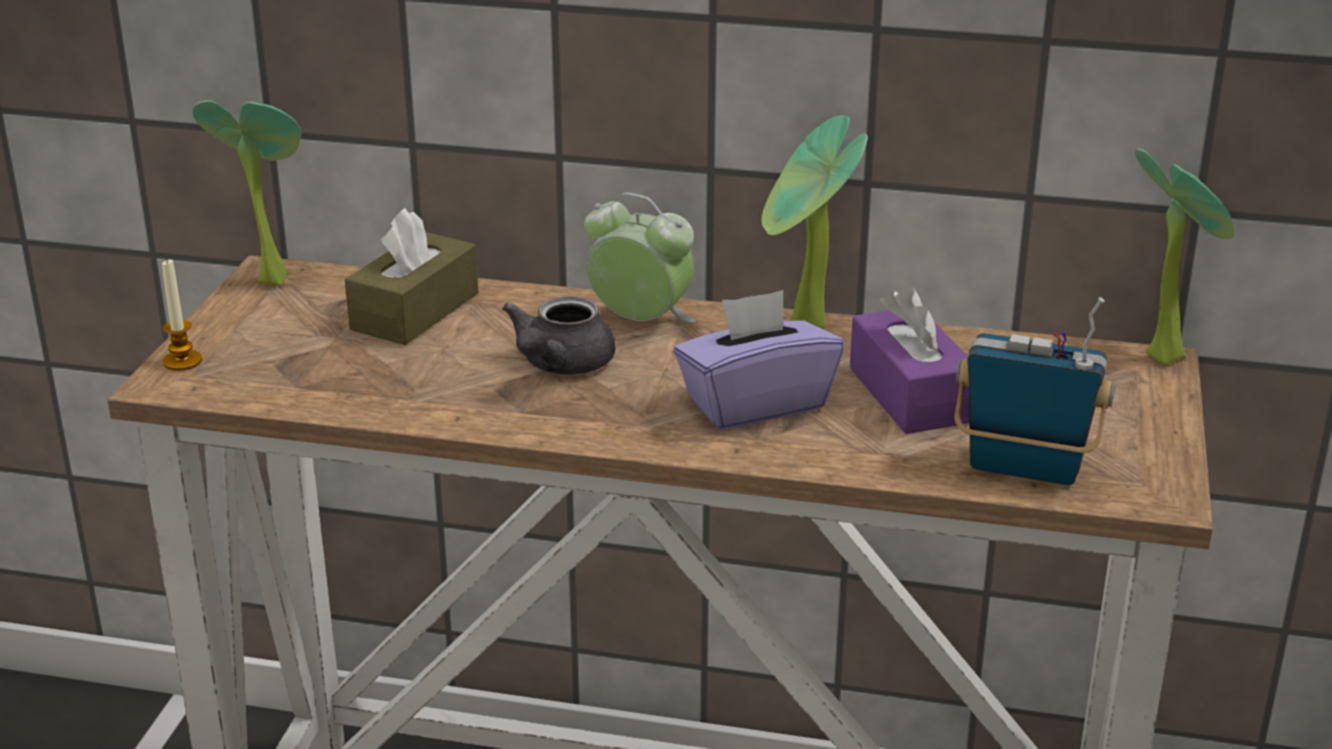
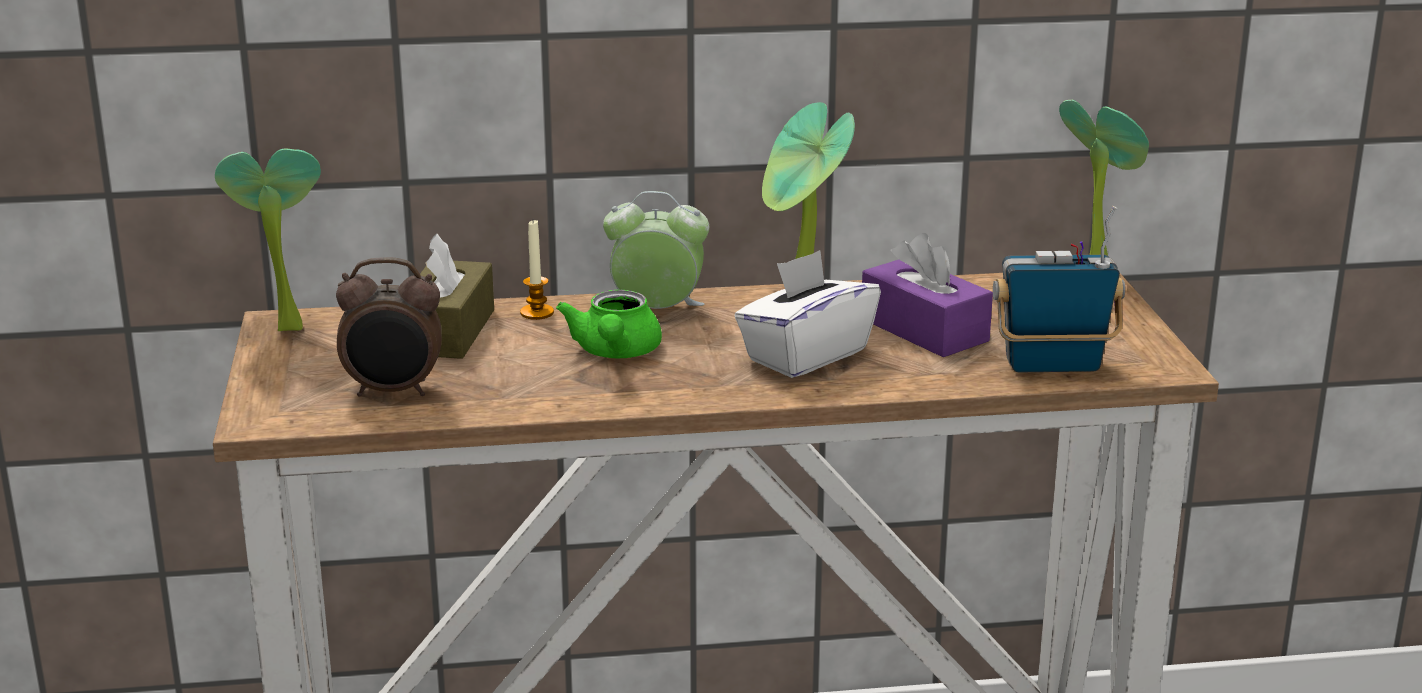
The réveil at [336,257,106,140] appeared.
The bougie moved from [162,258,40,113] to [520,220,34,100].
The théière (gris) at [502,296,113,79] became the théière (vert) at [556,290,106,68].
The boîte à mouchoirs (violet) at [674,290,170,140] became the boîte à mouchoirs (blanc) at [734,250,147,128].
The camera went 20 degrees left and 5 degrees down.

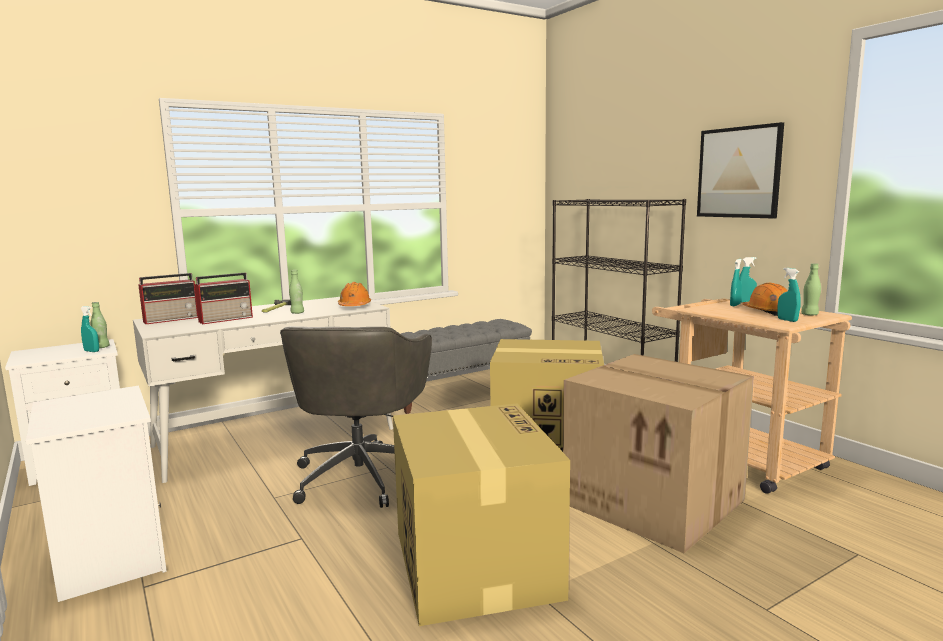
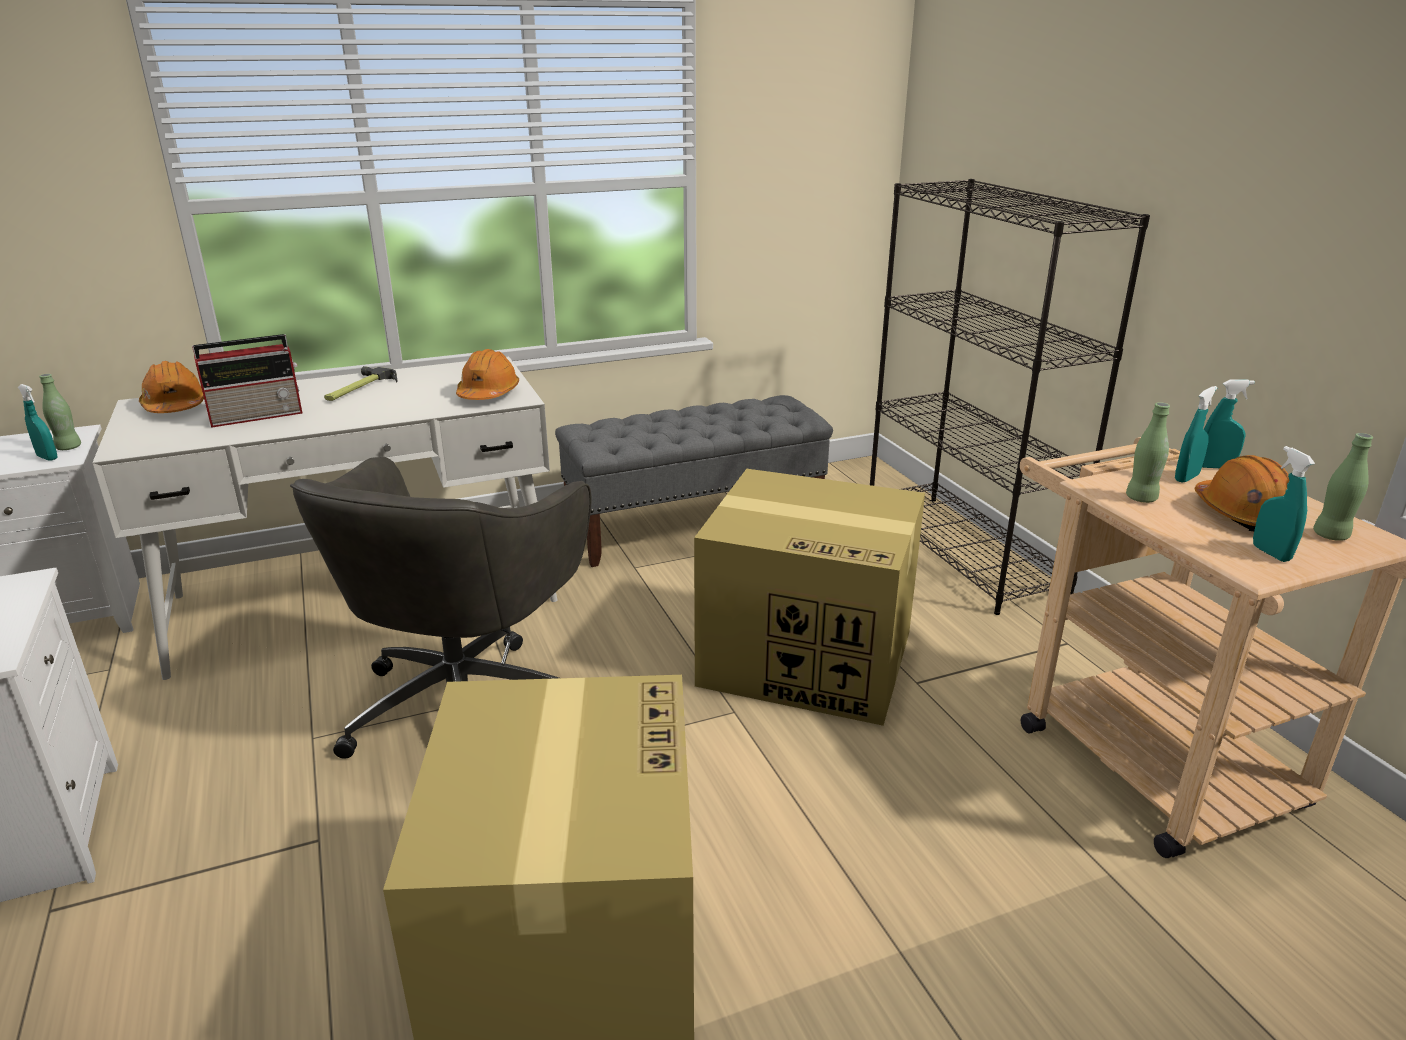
The carton at [563,354,191,199] disappeared.
The tableau at [697,122,87,97] disappeared.
The bouteille (vert) moved from [289,270,15,44] to [1126,402,44,101].
The radio at [138,273,60,51] was replaced by the casque de chantier (orange) at [139,361,65,52].
The camera went 10 degrees right and 15 degrees up.

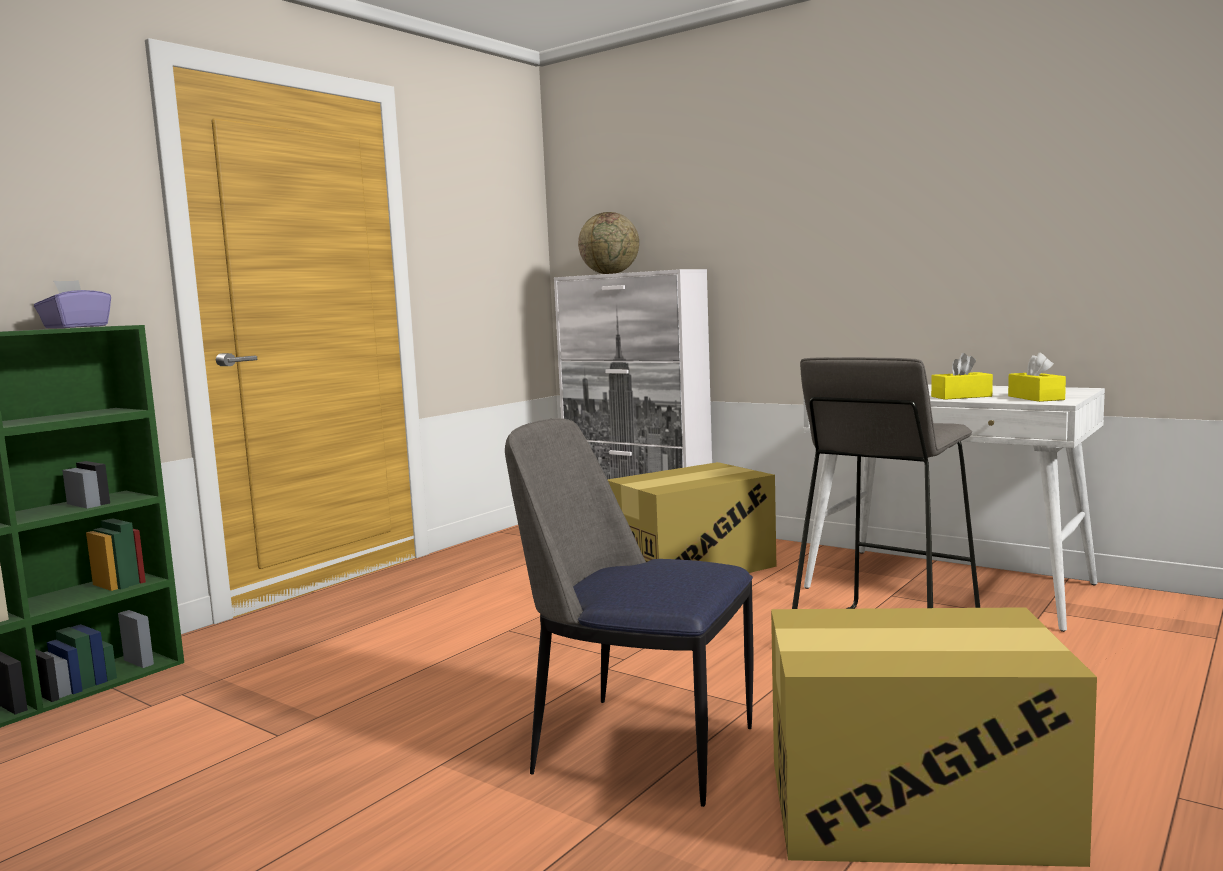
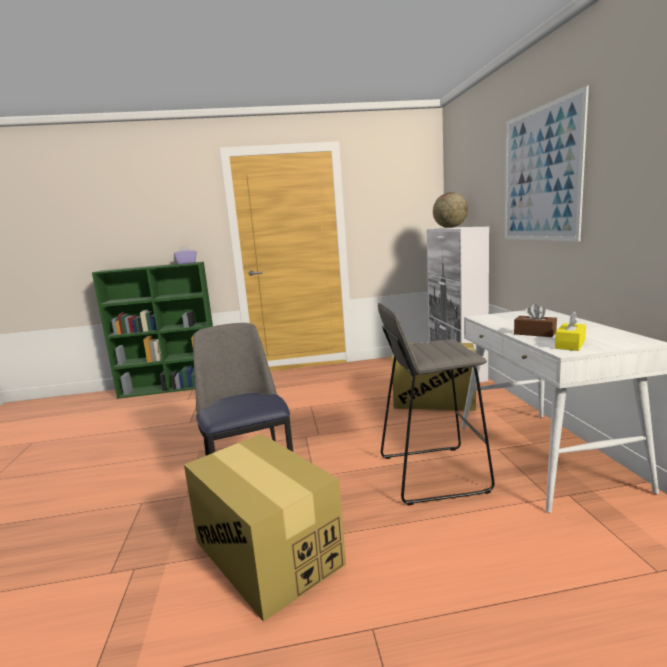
The tableau at [504,86,85,156] appeared.
The boîte à mouchoirs (jaune) at [931,353,62,47] became the boîte à mouchoirs (marron) at [514,304,43,33].
The camera went 45 degrees right and 5 degrees up.

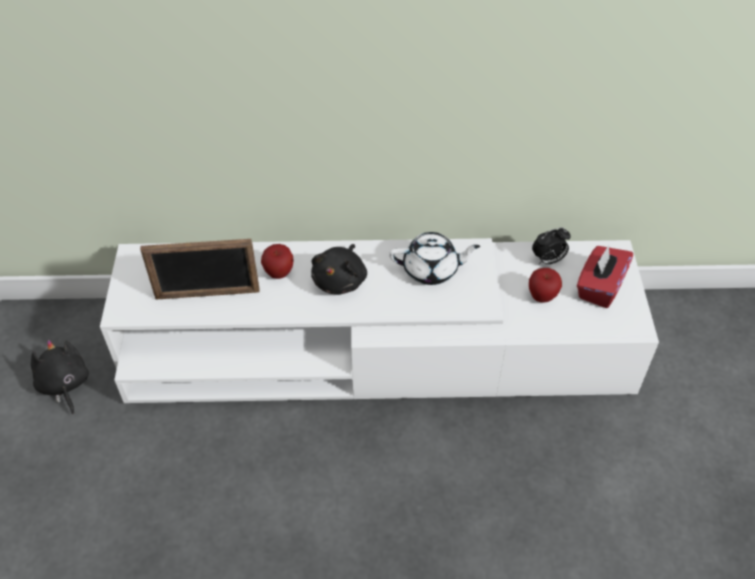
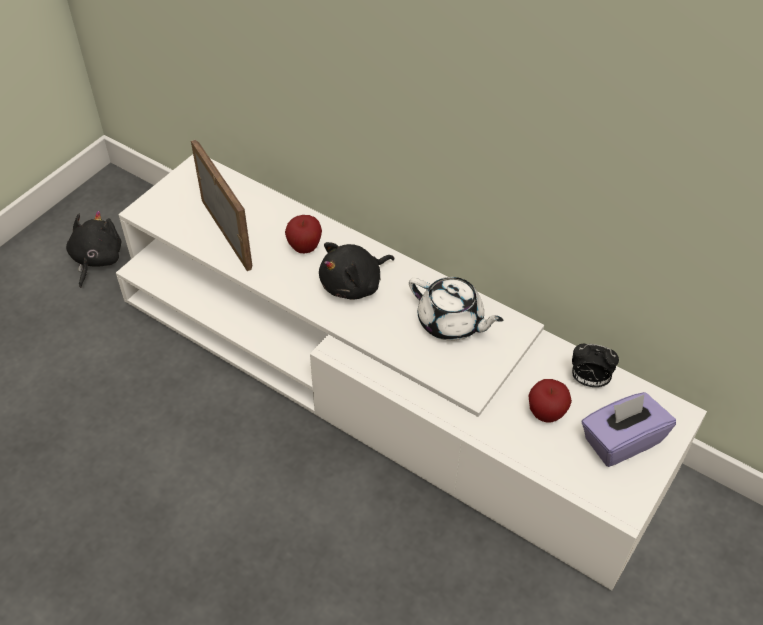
The boîte à mouchoirs (rouge) at [577,245,56,63] became the boîte à mouchoirs (violet) at [582,392,94,75].
The cadre photo at [140,239,120,60] turned 150 degrees counterclockwise.
The camera went 35 degrees right and 0 degrees up.

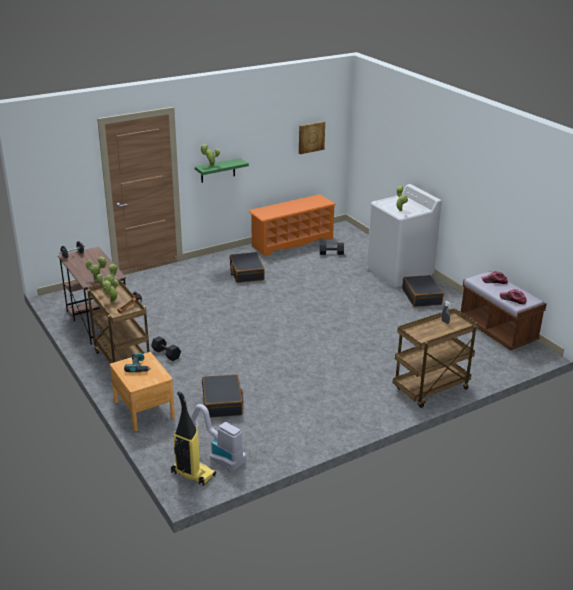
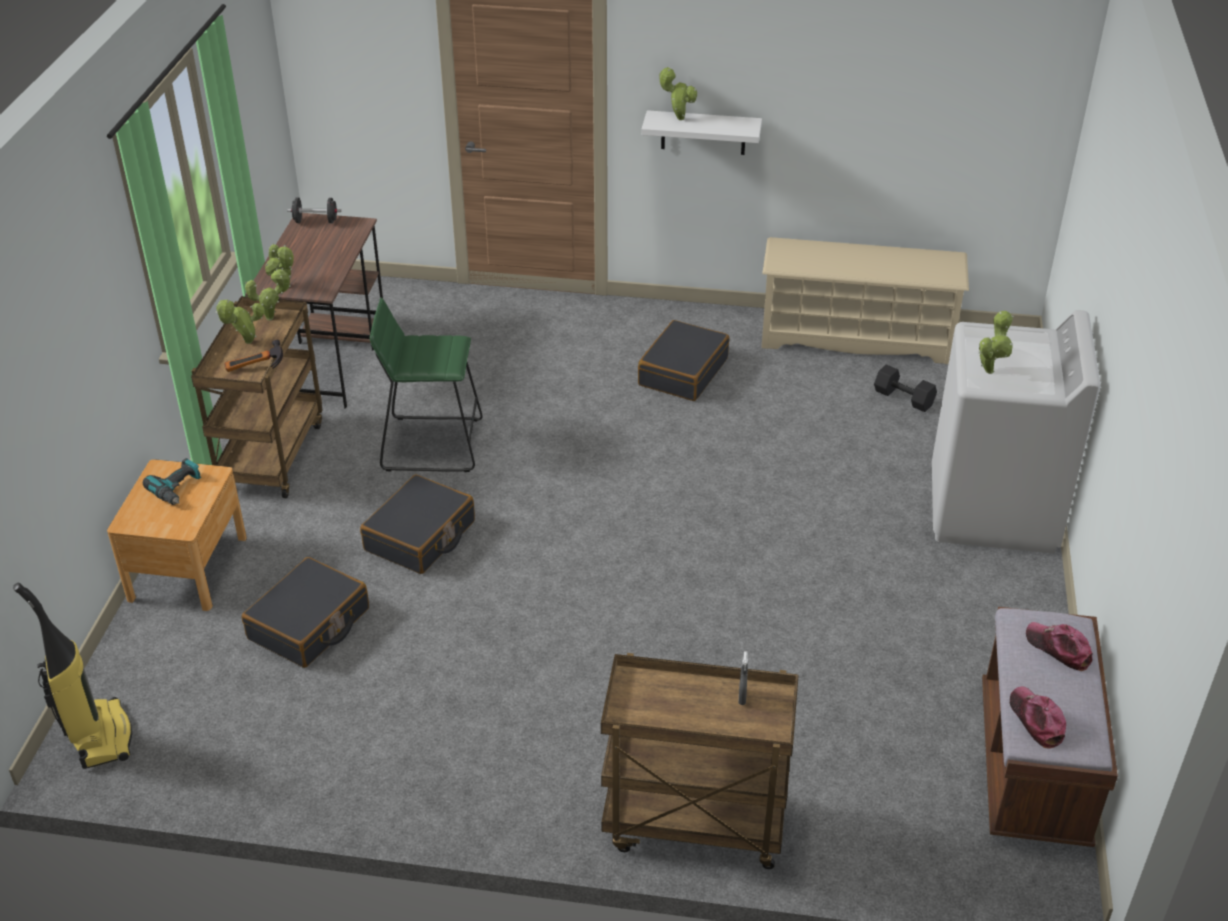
The haltère (noir) at [151,336,30,25] disappeared.
The aspirateur at [191,404,55,68] disappeared.
The tableau at [299,121,26,33] disappeared.
The tabouret (vert) at [370,298,113,174] appeared.
The valise (noir) moved from [402,275,42,32] to [360,475,115,99].
The étagère (vert) at [195,158,54,25] became the étagère (blanc) at [641,110,121,45].
The étagère à chaussures (orange) at [248,194,88,62] became the étagère à chaussures (beige) at [761,237,208,127].
The camera went 40 degrees right and 10 degrees up.

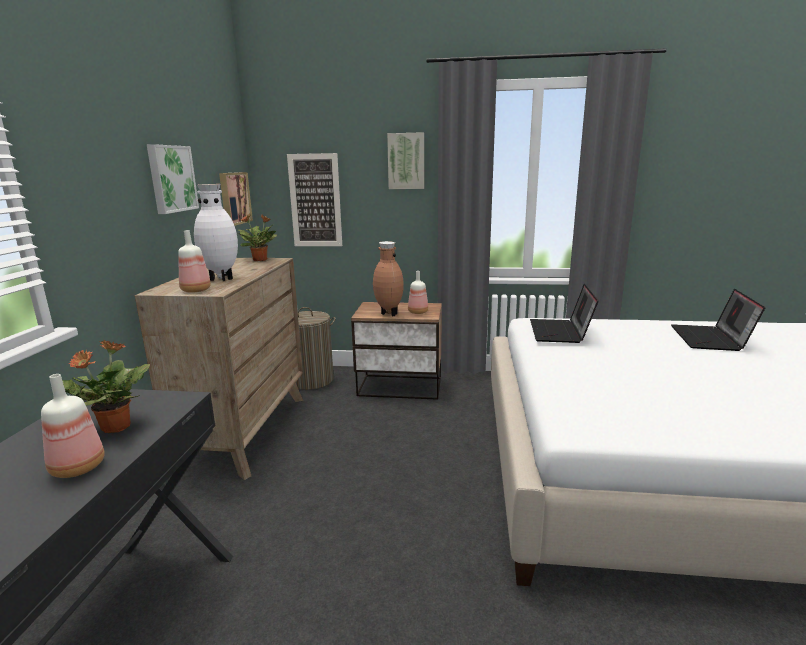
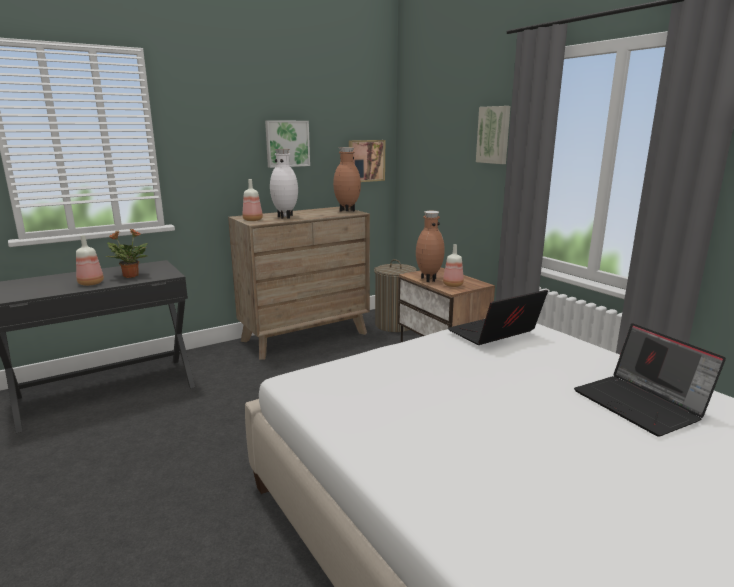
The tableau at [287,153,55,93] disappeared.
The plante en pot at [238,214,39,47] was replaced by the vase (marron) at [333,147,28,64].
The ordinateur portable at [671,289,94,62] turned 90 degrees counterclockwise.
The camera went 50 degrees right and 0 degrees up.

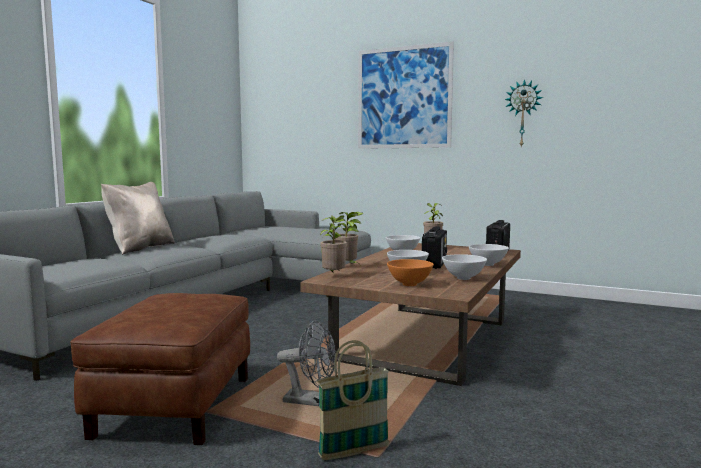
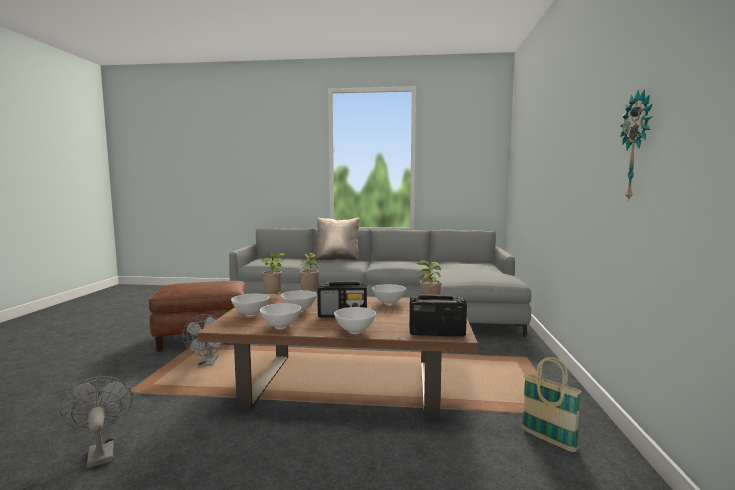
The tableau at [358,41,96,108] disappeared.
The ventilateur (gris) at [60,376,73,92] appeared.
The panier moved from [317,340,72,121] to [521,357,61,95].
The bol (orange) at [387,259,47,27] became the bol (blanc) at [231,293,38,23].
The camera went 70 degrees right and 0 degrees up.

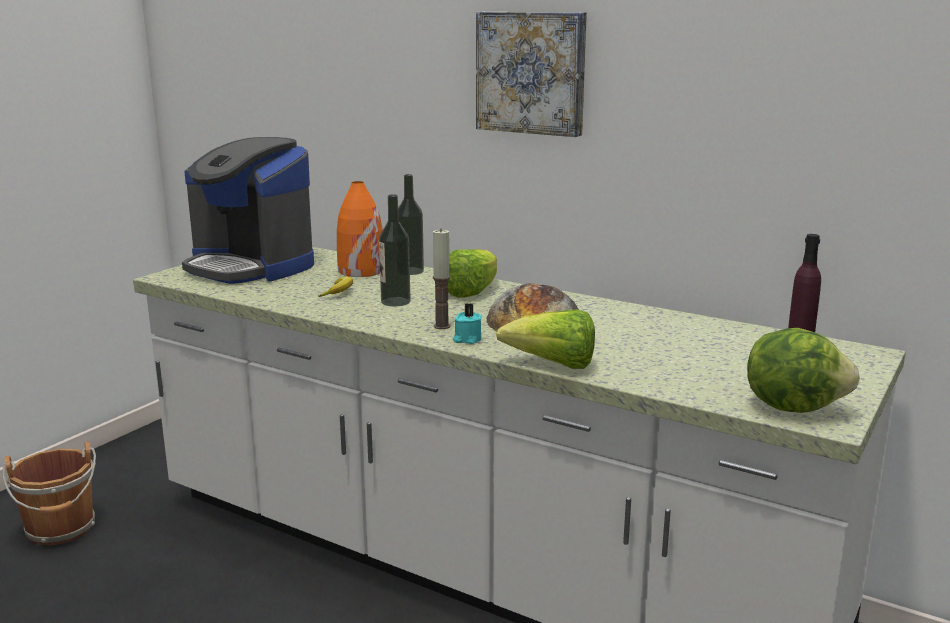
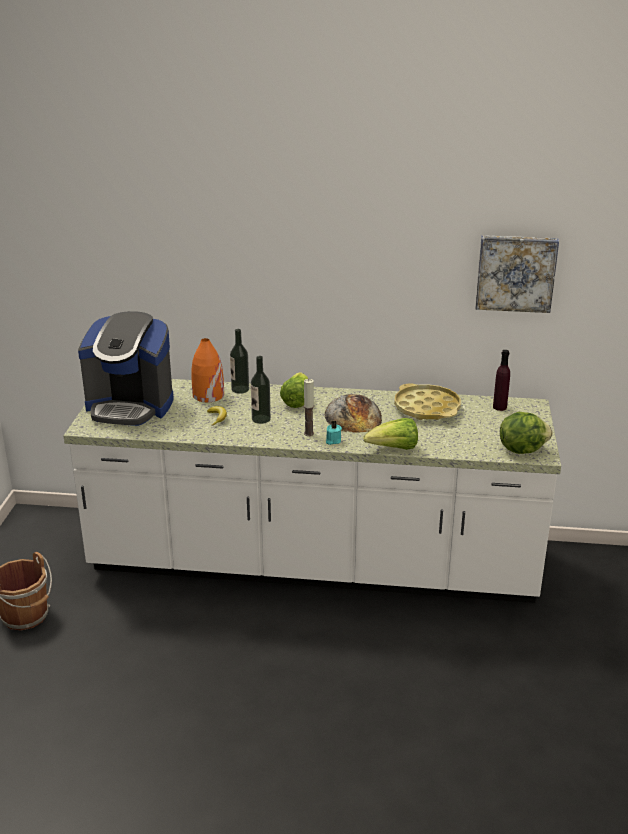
The plateau (jaune) at [394,383,67,37] appeared.
The tableau moved from [476,12,111,125] to [475,235,84,78].
The camera went 25 degrees left and 10 degrees up.

